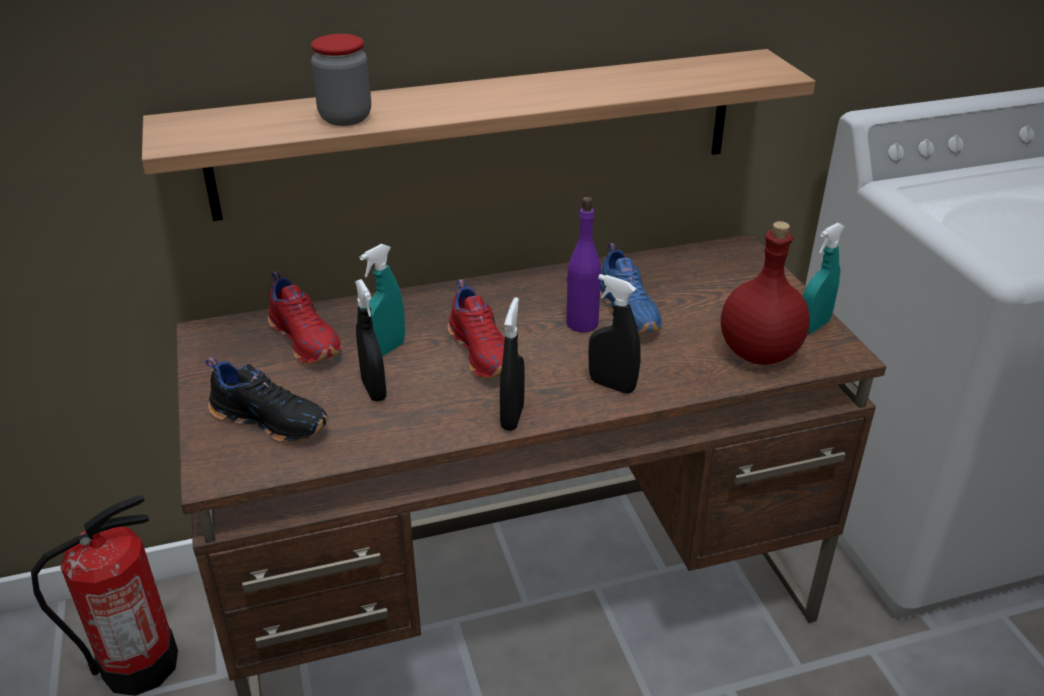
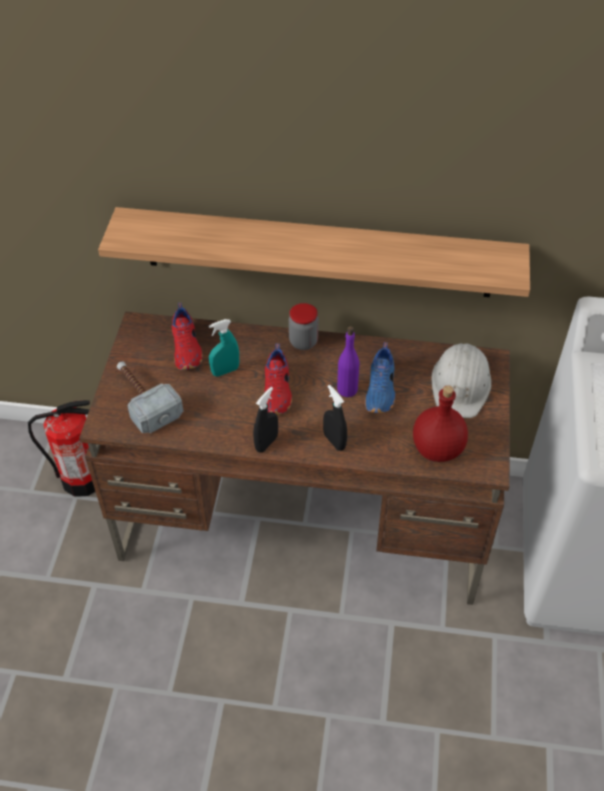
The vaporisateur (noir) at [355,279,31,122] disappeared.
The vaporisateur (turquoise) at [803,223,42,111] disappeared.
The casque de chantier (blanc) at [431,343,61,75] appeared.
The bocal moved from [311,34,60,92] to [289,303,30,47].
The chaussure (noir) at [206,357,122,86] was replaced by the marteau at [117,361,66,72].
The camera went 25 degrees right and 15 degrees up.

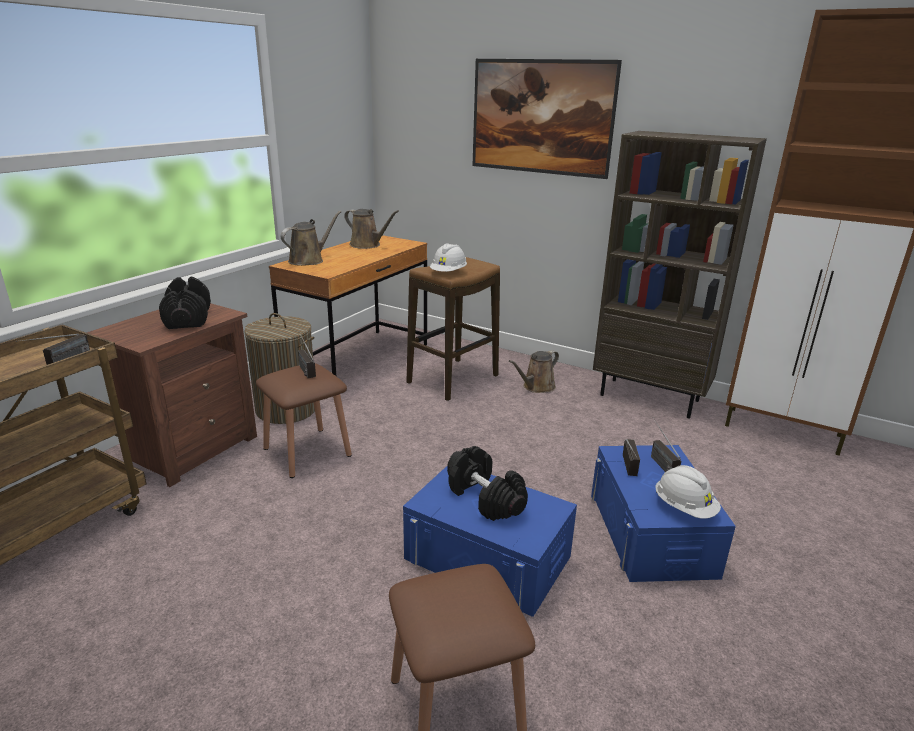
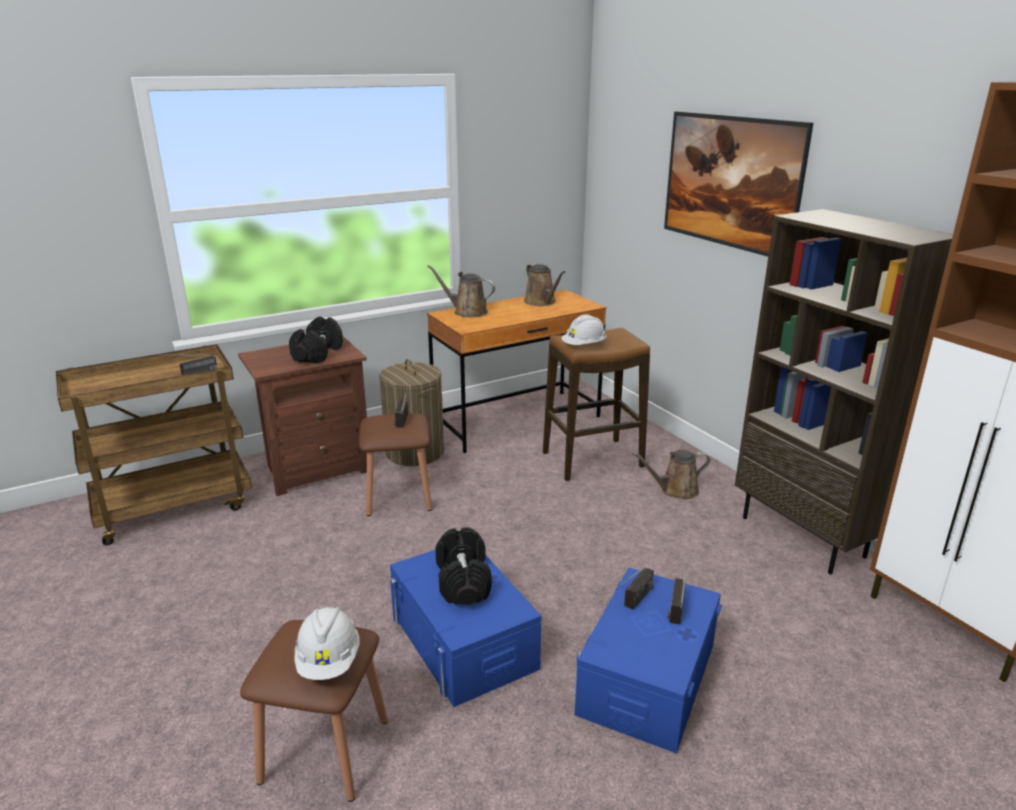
The casque de chantier (blanc) moved from [655,465,66,54] to [295,607,65,73].
The arrosoir (marron) at [281,211,60,55] turned 135 degrees counterclockwise.
The camera went 30 degrees right and 0 degrees up.

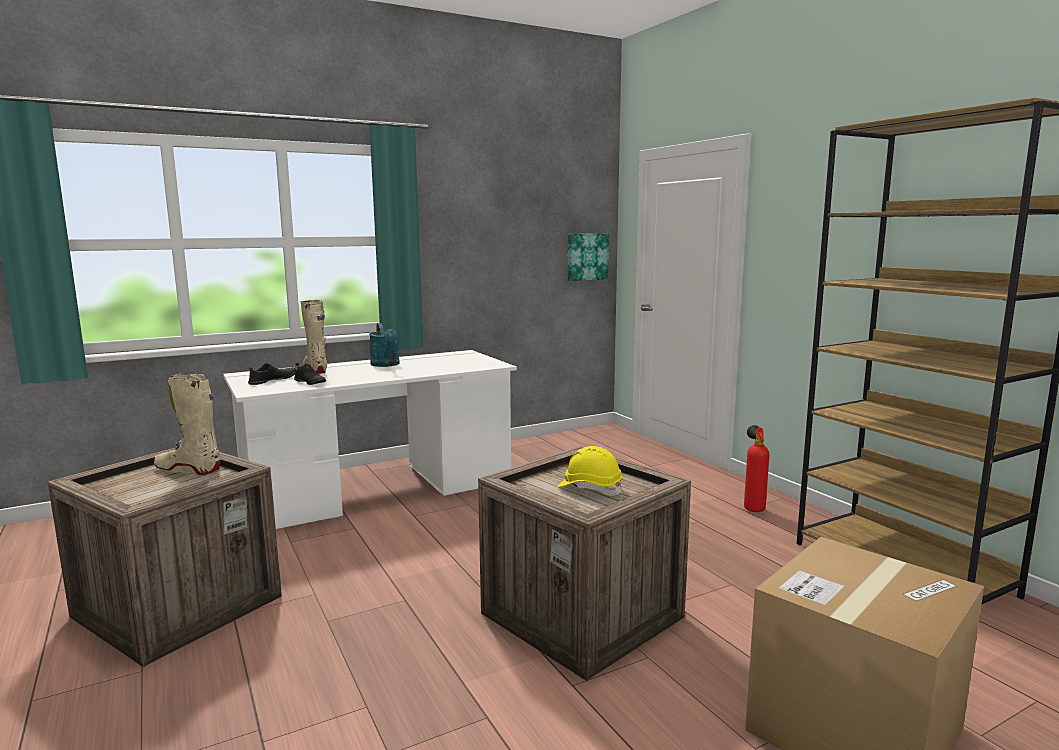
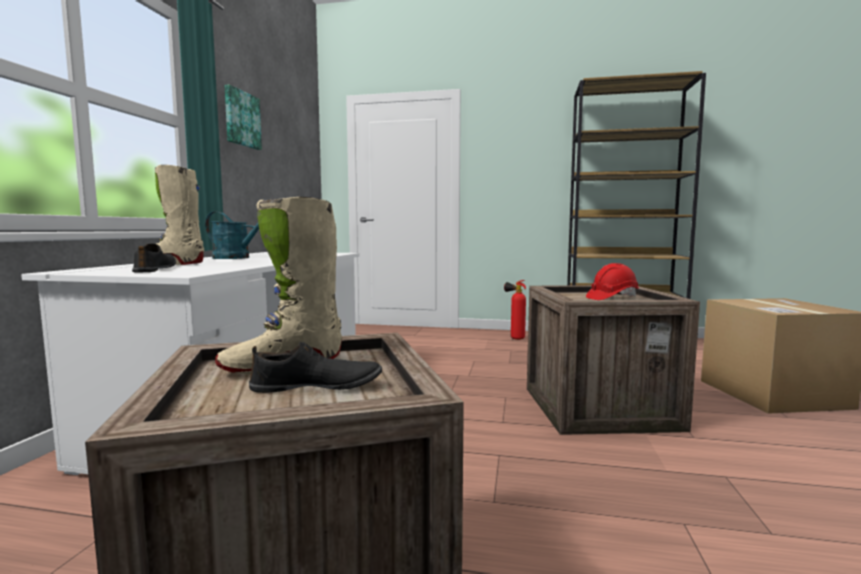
The chaussure (noir) moved from [294,363,32,22] to [249,342,133,51].
The tableau moved from [568,233,41,48] to [225,84,37,66].
The casque de chantier (jaune) at [558,446,65,50] became the casque de chantier (rouge) at [586,263,53,37].
The camera went 50 degrees left and 5 degrees down.

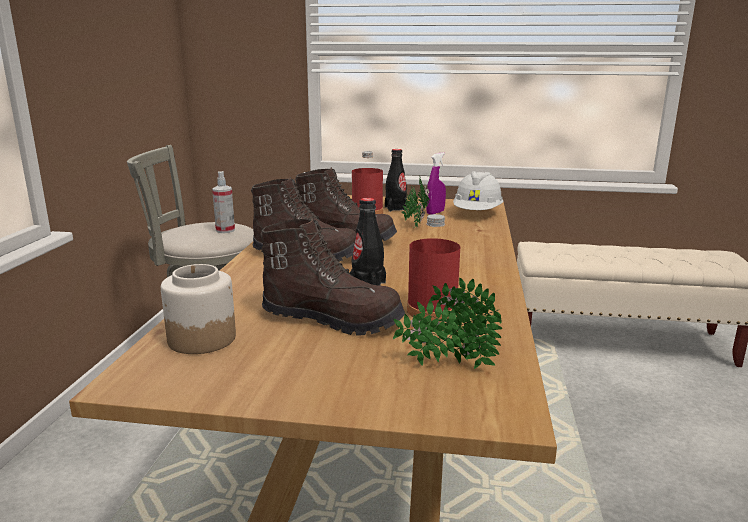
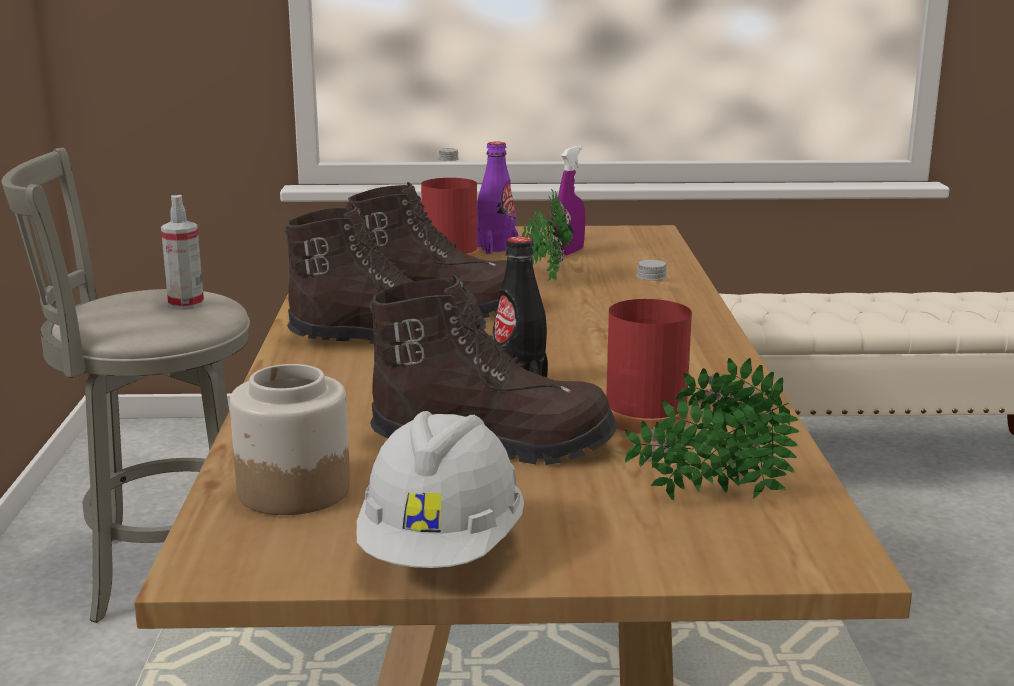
The casque de chantier (blanc) moved from [453,171,51,39] to [357,411,167,157].
The bouteille (noir) at [385,149,22,63] became the bouteille (violet) at [477,142,41,112].
The camera went 10 degrees left and 0 degrees up.

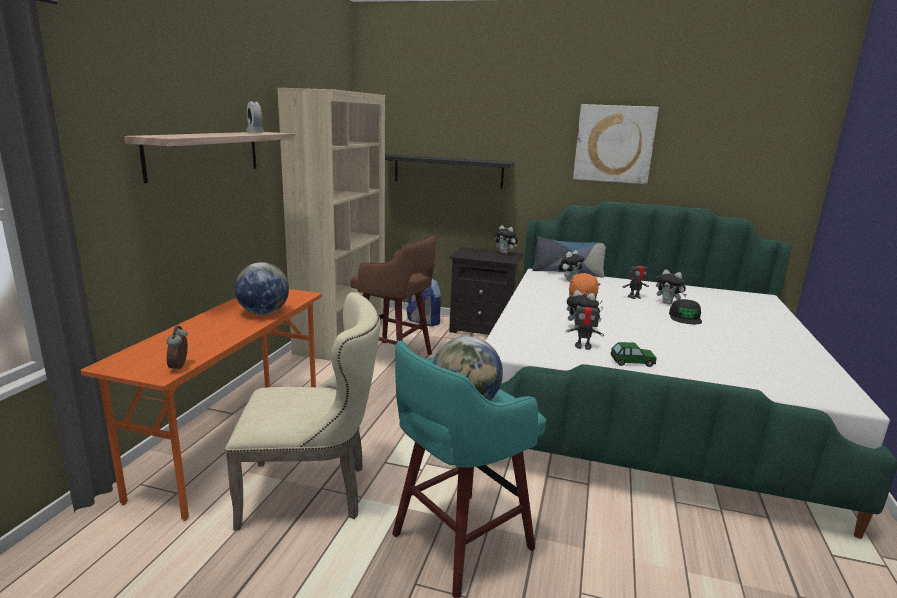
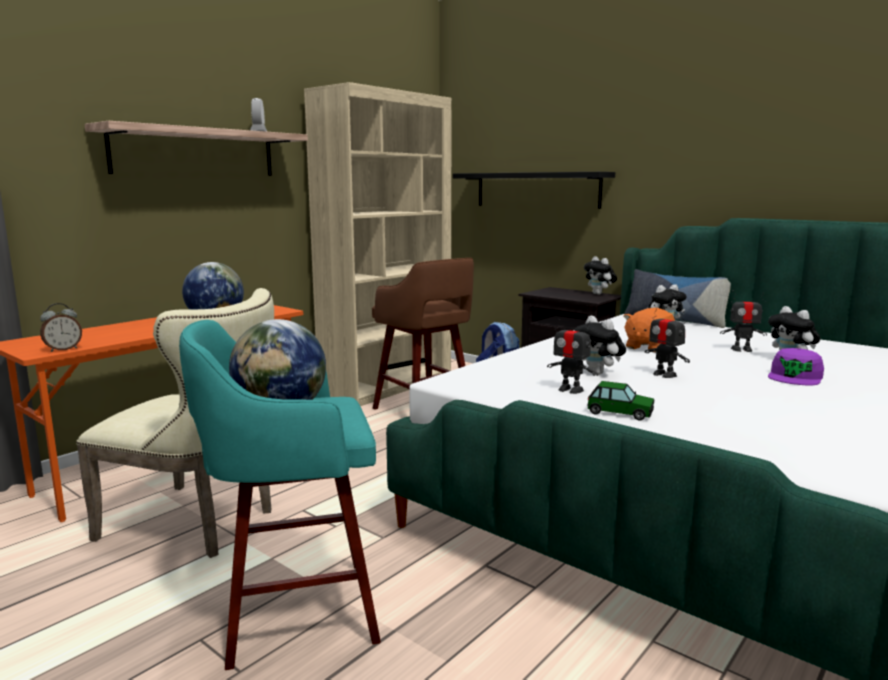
The tableau at [573,104,86,80] disappeared.
The robot jouet at [645,305,45,73] appeared.
The casquette (noir) at [669,299,33,25] became the casquette (violet) at [768,348,56,37].
The réveil at [166,326,22,46] turned 150 degrees counterclockwise.
The camera went 25 degrees right and 5 degrees down.

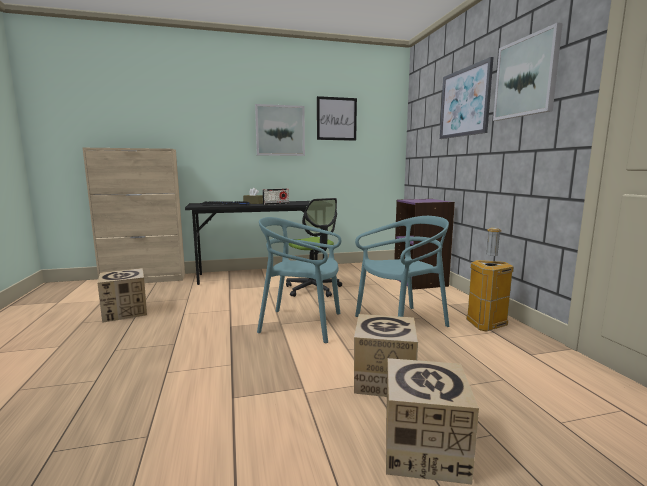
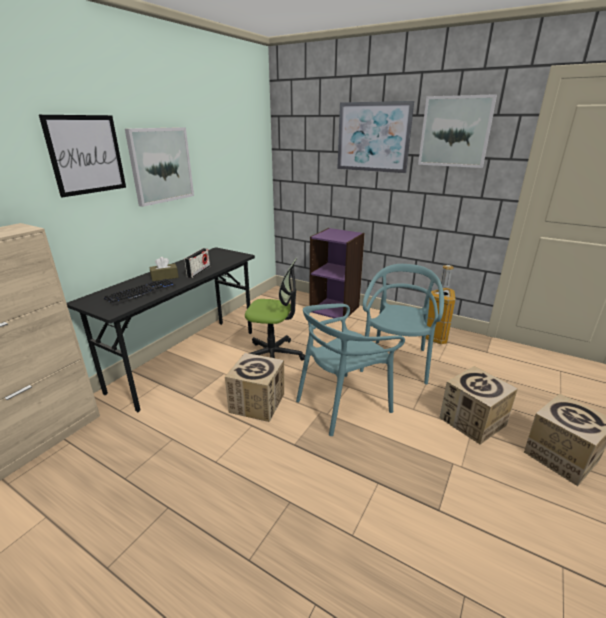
The carton moved from [98,268,49,55] to [225,353,59,69].
The tableau moved from [317,96,40,45] to [39,115,87,82].
The camera went 45 degrees left and 15 degrees up.

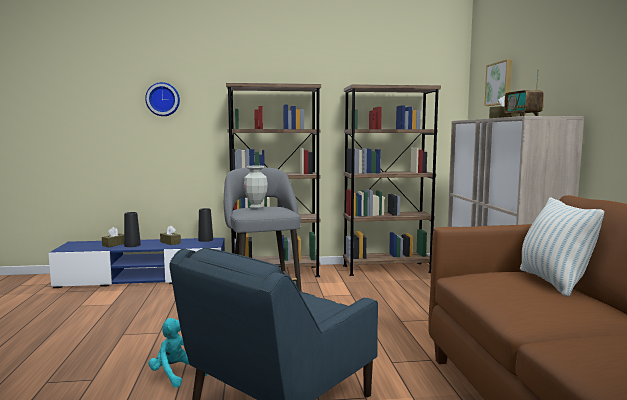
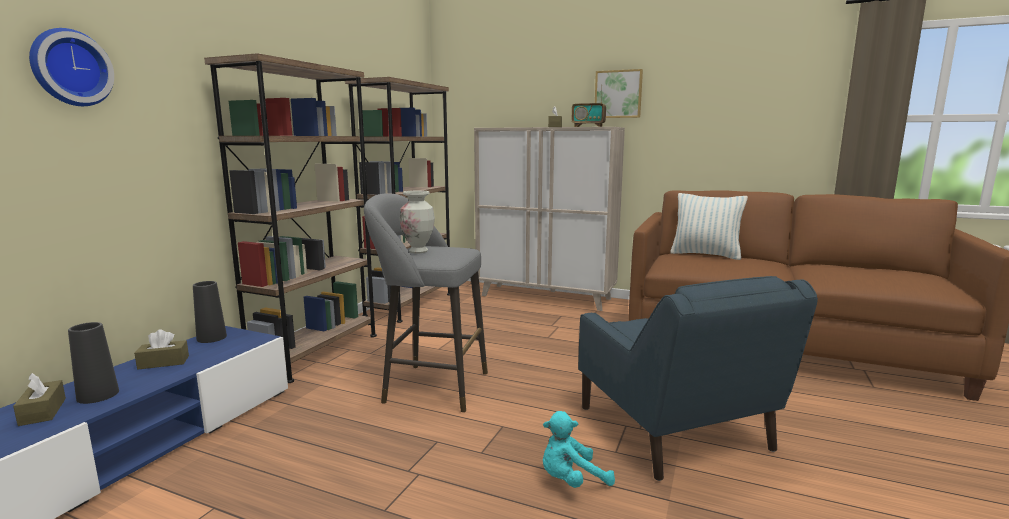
The tableau moved from [484,59,28,47] to [595,69,48,49].
The camera went 60 degrees left and 5 degrees up.

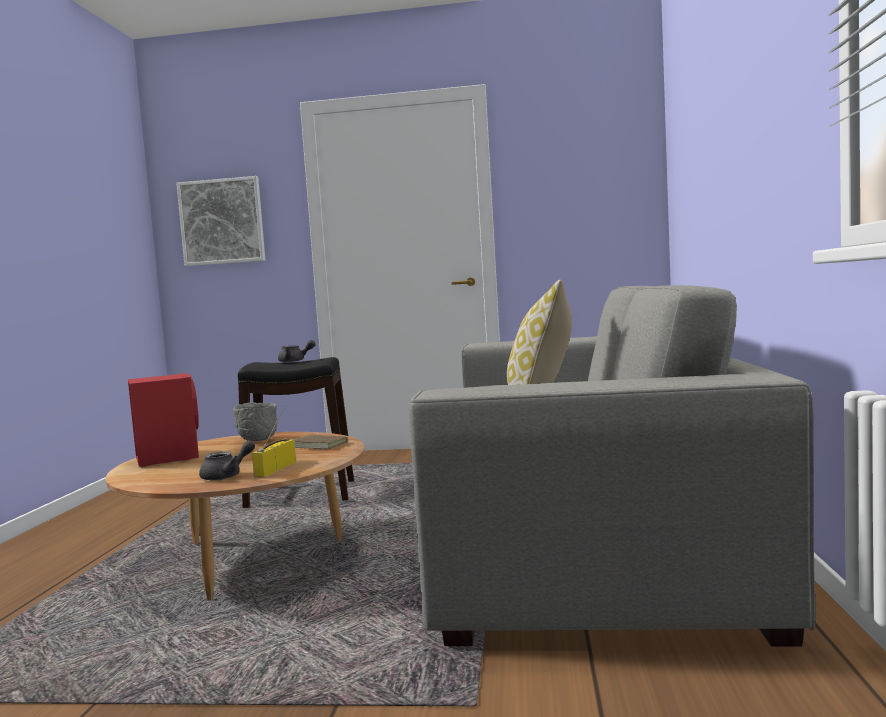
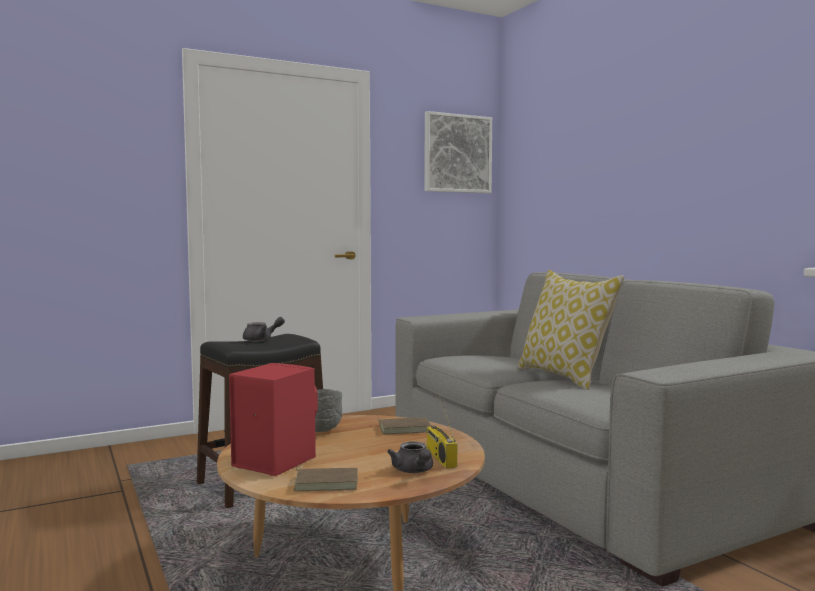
The livre (marron) at [293,465,65,26] appeared.
The tableau moved from [176,176,89,90] to [425,111,67,82].
The théière (gris) at [199,440,56,41] turned 150 degrees clockwise.
The camera went 35 degrees left and 0 degrees up.

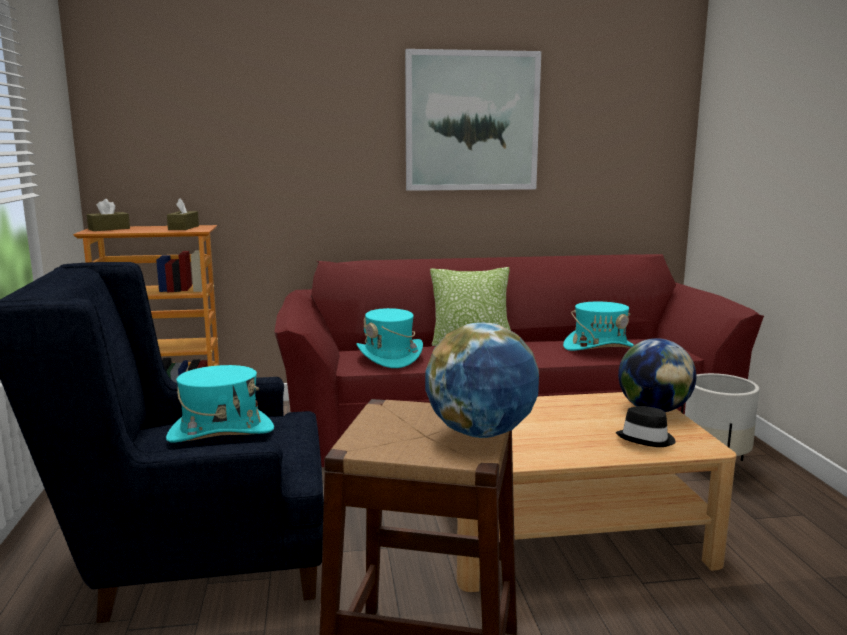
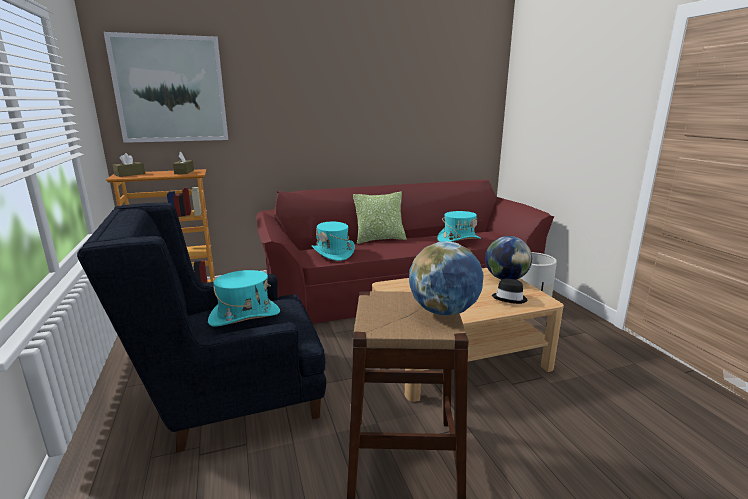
The tableau moved from [405,49,136,142] to [104,32,124,111].
The camera went 10 degrees left and 5 degrees up.

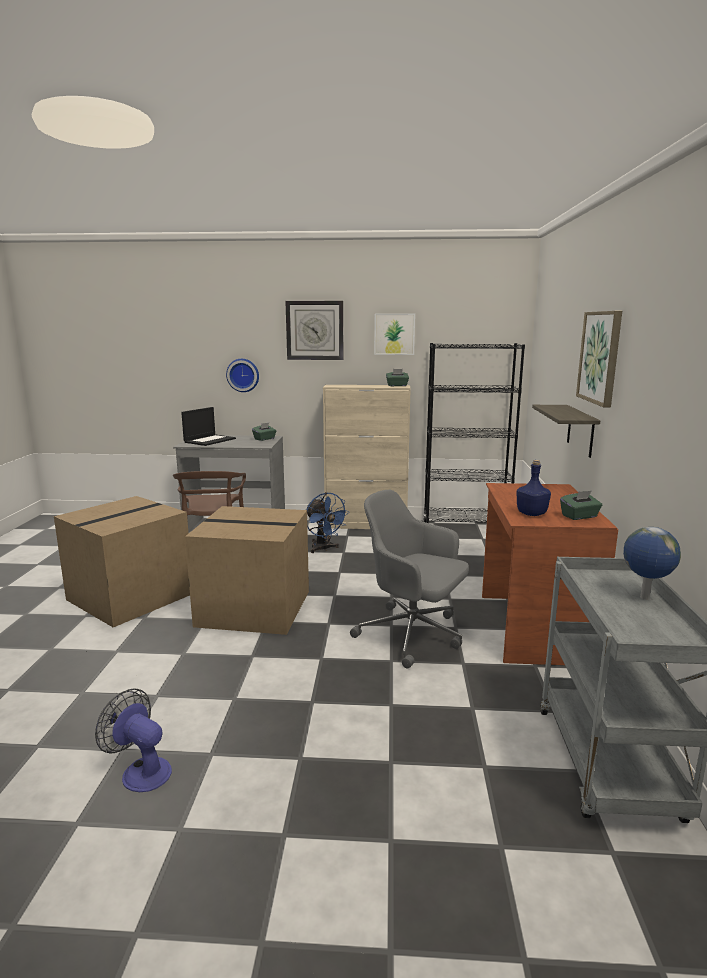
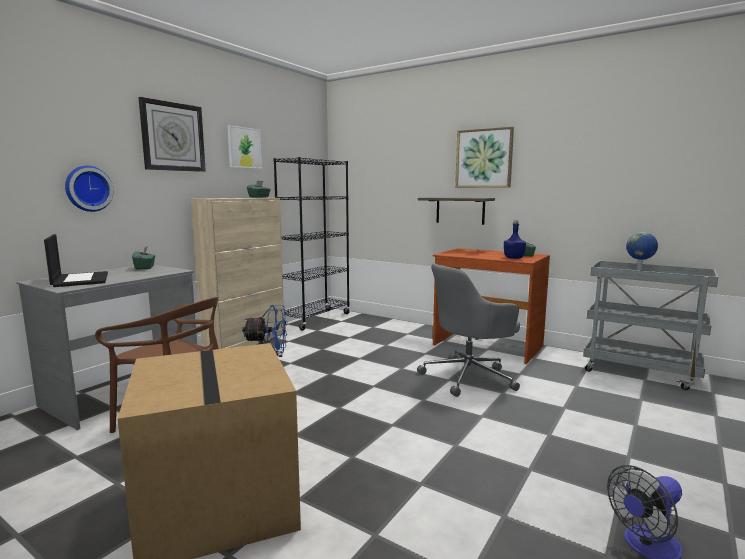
The carton at [185,506,124,129] disappeared.
The camera went 60 degrees left and 5 degrees down.

